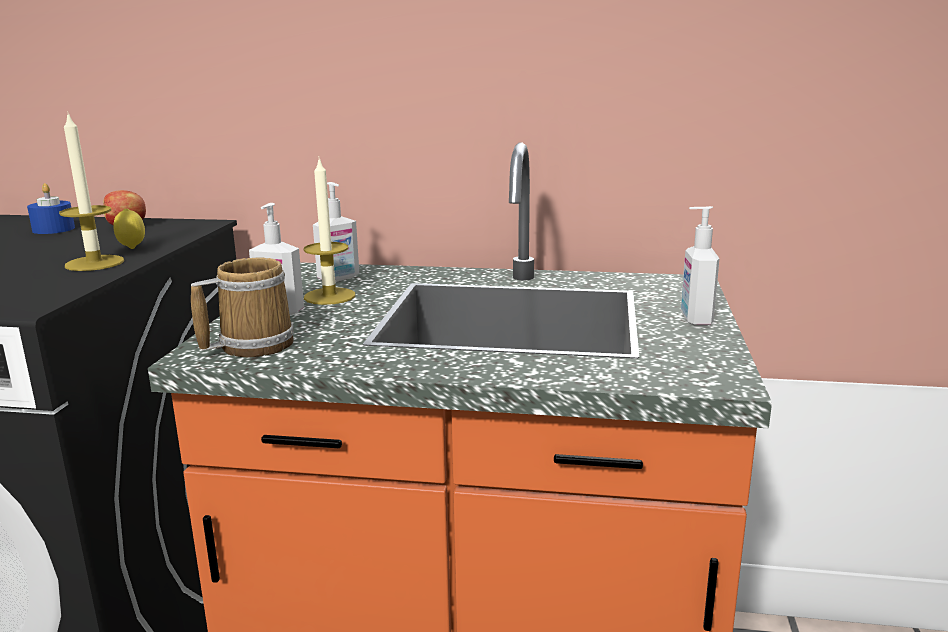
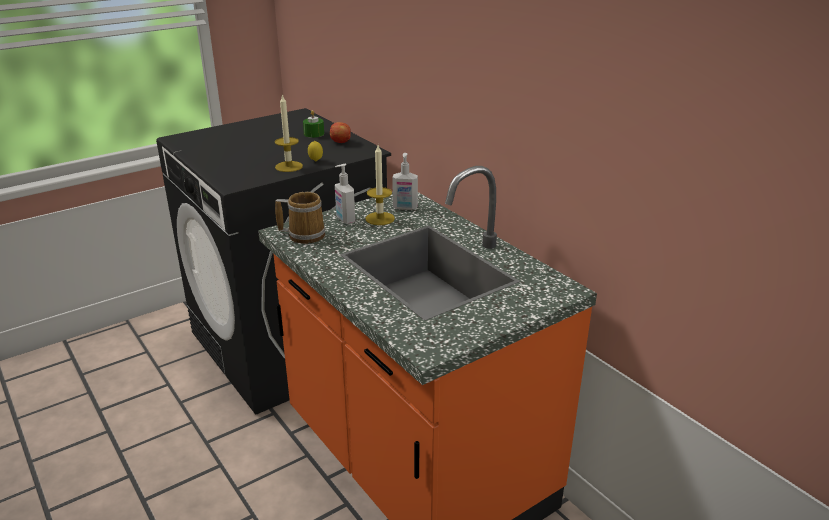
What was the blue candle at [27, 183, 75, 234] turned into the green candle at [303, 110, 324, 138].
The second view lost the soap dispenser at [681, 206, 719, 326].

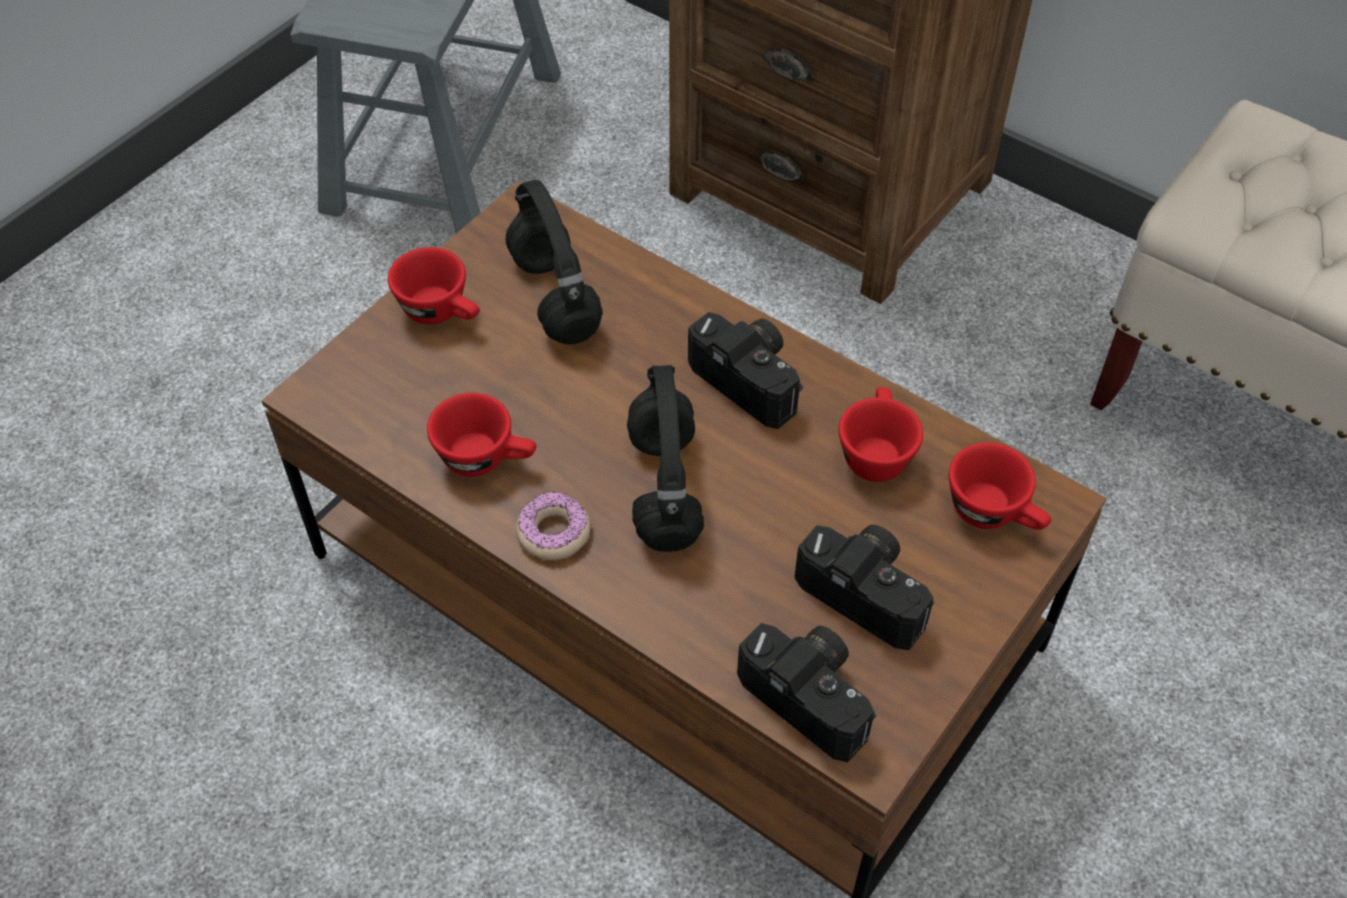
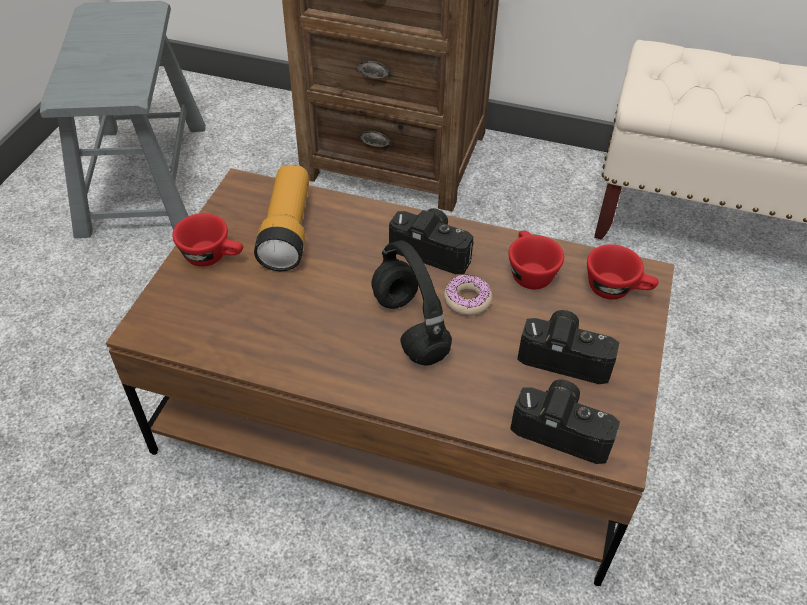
The second view lost the red cup at [427, 393, 536, 477].
Where the black headphones stood at [506, 179, 603, 344], the flashlight came to stand at [254, 165, 309, 271].
The donut ended up elsewhere, having gone from [516, 492, 591, 560] to [444, 274, 492, 316].

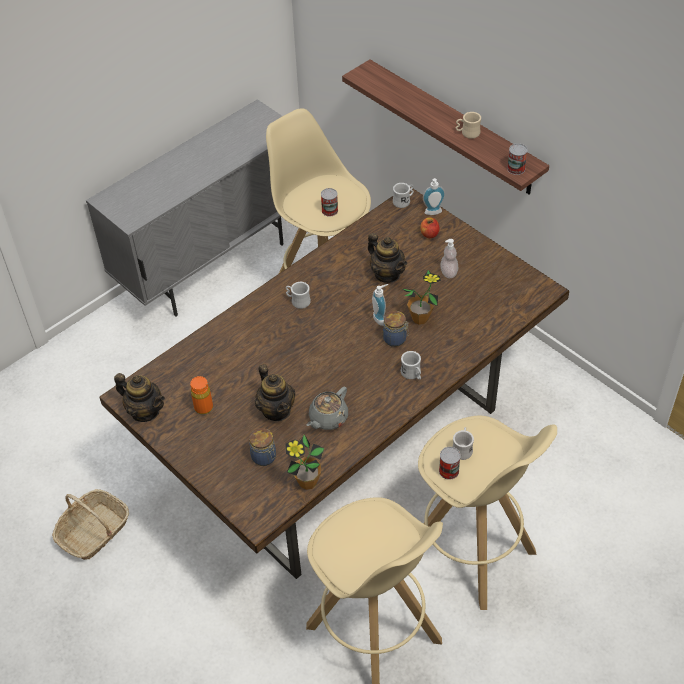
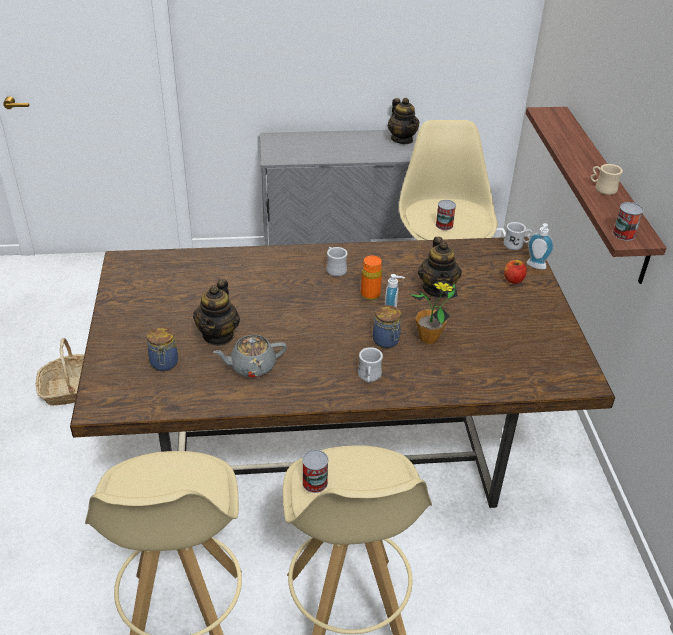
The teapot ended up elsewhere, having gone from [114, 373, 165, 422] to [388, 98, 420, 144].
The orange bottle ended up elsewhere, having gone from [190, 376, 213, 415] to [361, 255, 382, 300].
The second view lost the potted plant at [285, 434, 324, 490].
The second view lost the soap dispenser at [440, 239, 458, 278].
The second view lost the white mug at [453, 427, 474, 460].

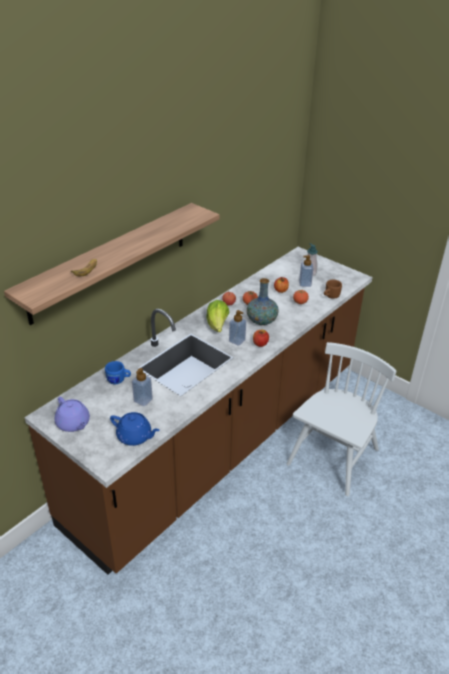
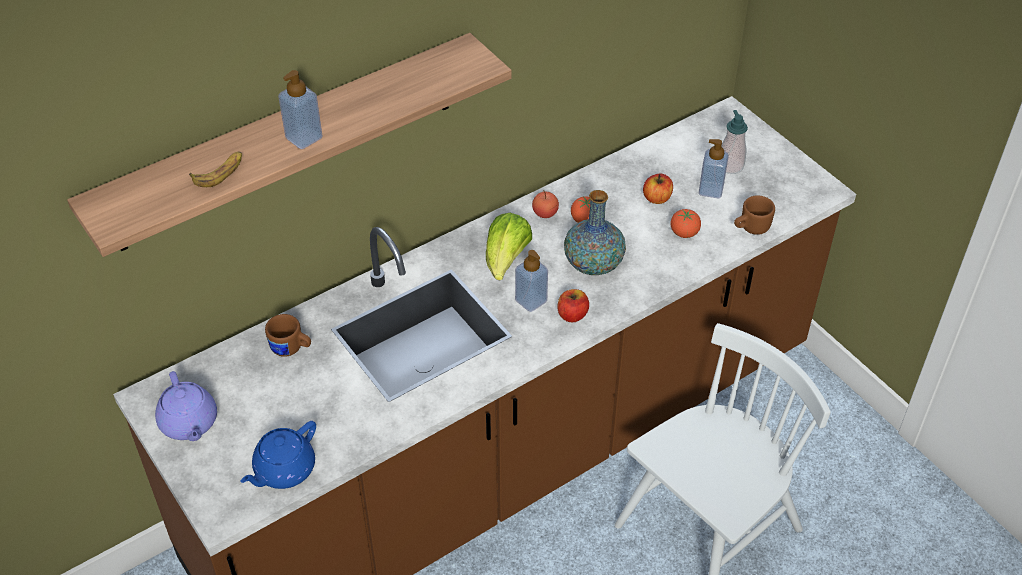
What was the blue mug at [105, 361, 131, 384] turned into the brown mug at [265, 314, 311, 357].
The blue teapot at [110, 412, 160, 446] ended up facing another way, 90 degrees clockwise from before.
The soap dispenser ended up elsewhere, having gone from [132, 368, 153, 406] to [278, 70, 323, 149].

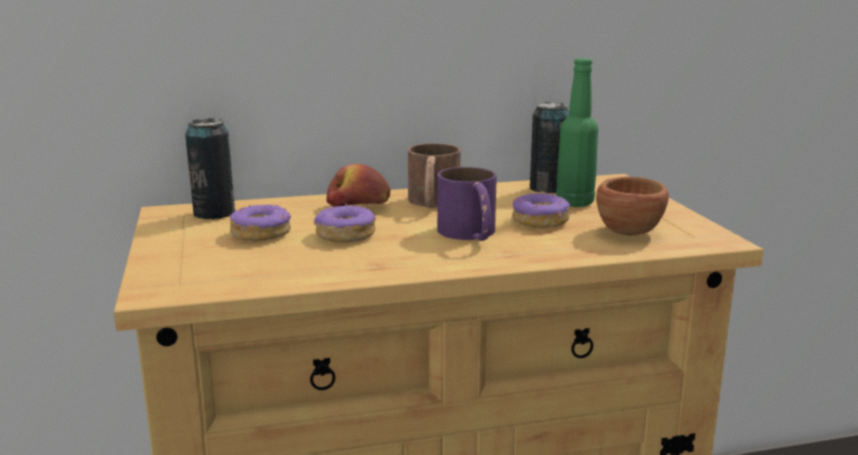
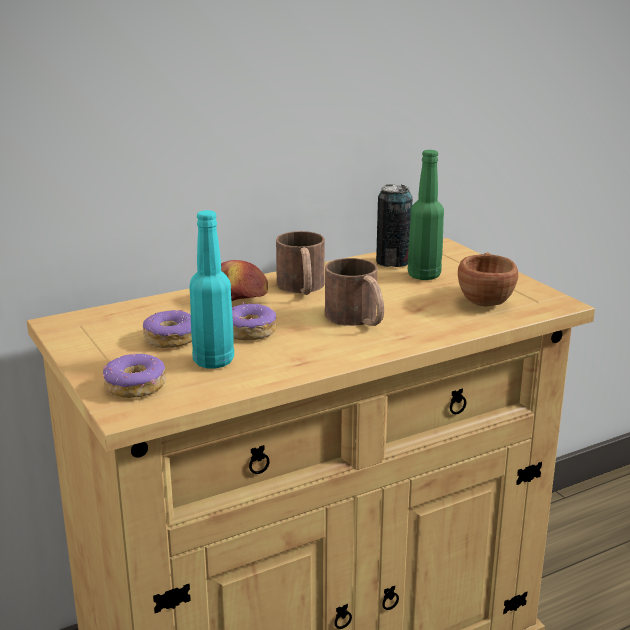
The second view lost the can at [185, 118, 236, 219].
What was the purple mug at [437, 167, 497, 241] turned into the brown mug at [325, 258, 384, 326].
The donut ended up elsewhere, having gone from [512, 193, 570, 228] to [103, 354, 166, 398].
The second view gained the turquoise bottle at [189, 210, 234, 369].

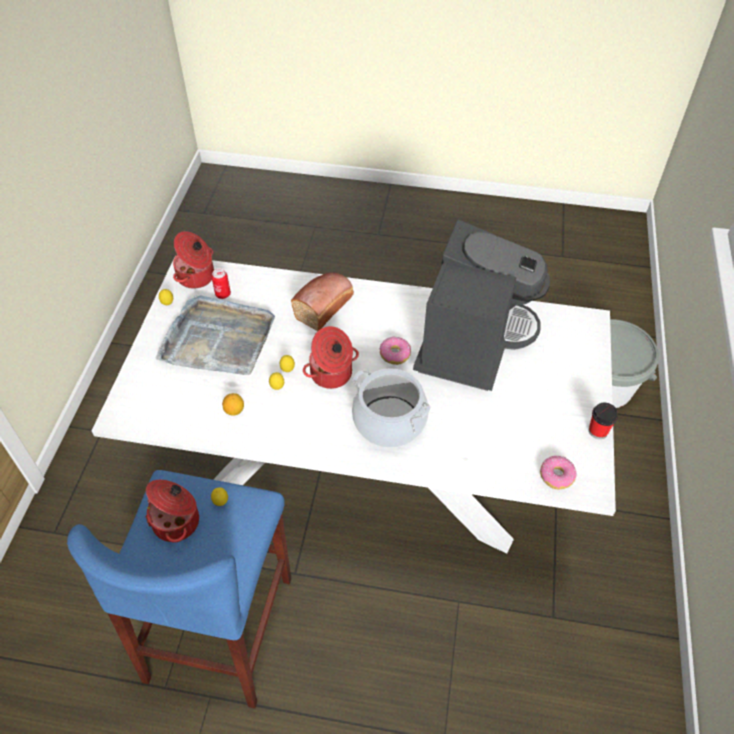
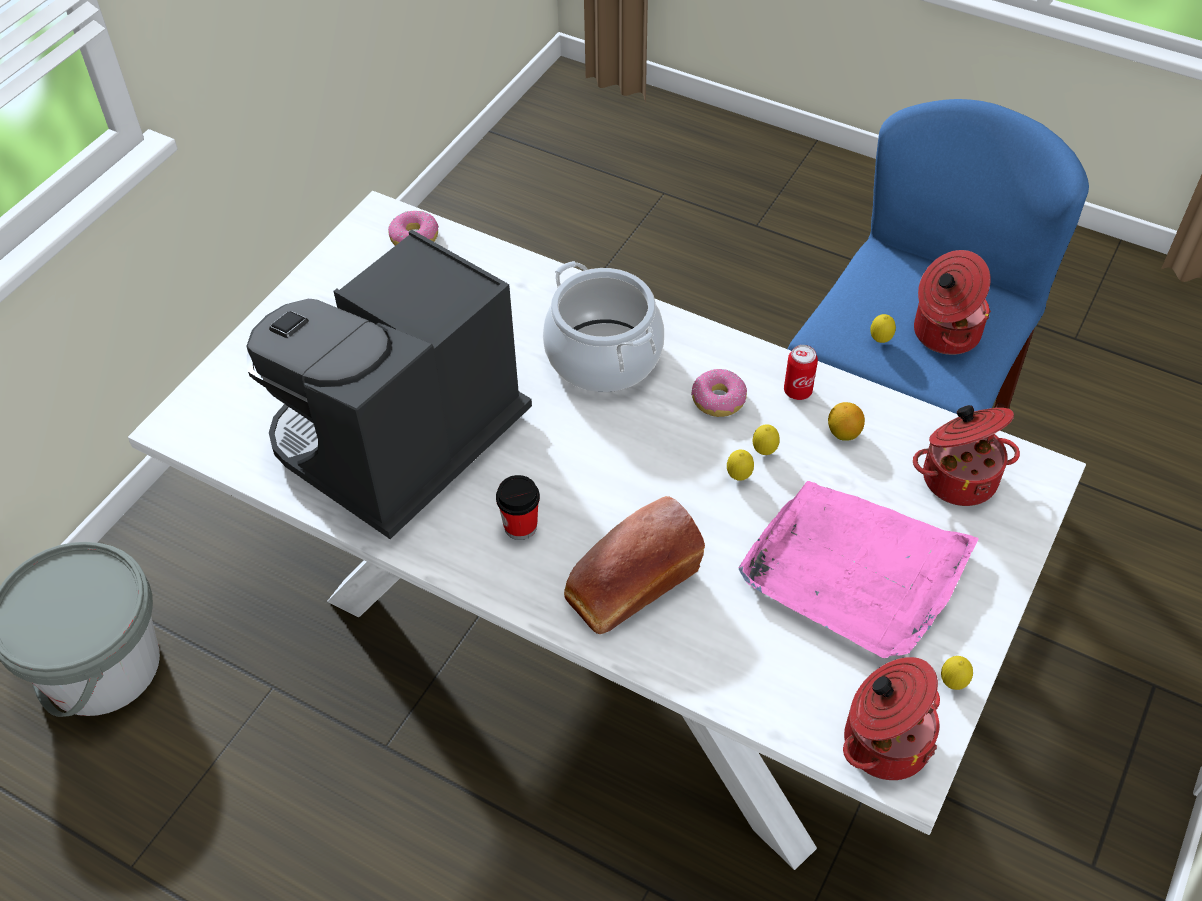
What was the grey tray at [156, 295, 275, 375] turned into the pink tray at [739, 481, 978, 658].
The can ended up elsewhere, having gone from [211, 269, 231, 299] to [784, 345, 818, 400].
The cooking pot ended up elsewhere, having gone from [303, 326, 359, 389] to [913, 405, 1020, 506].
The donut ended up elsewhere, having gone from [380, 336, 411, 365] to [691, 369, 747, 417].
The cup ended up elsewhere, having gone from [589, 403, 618, 439] to [496, 475, 540, 540].

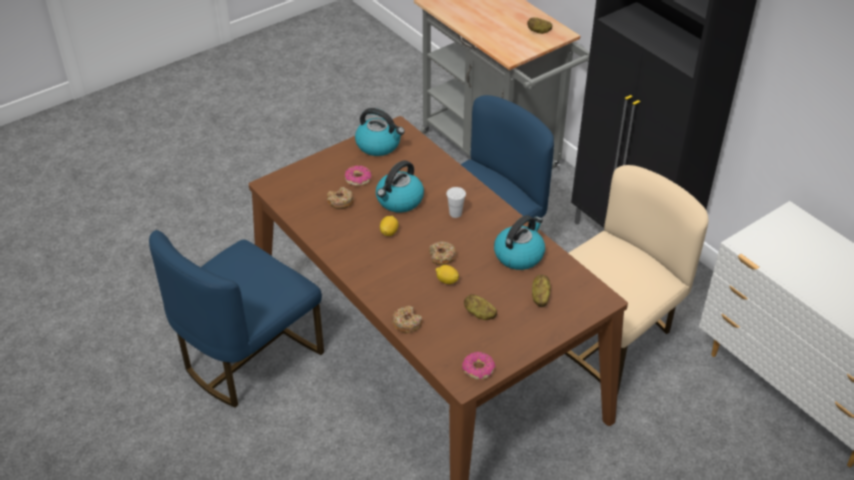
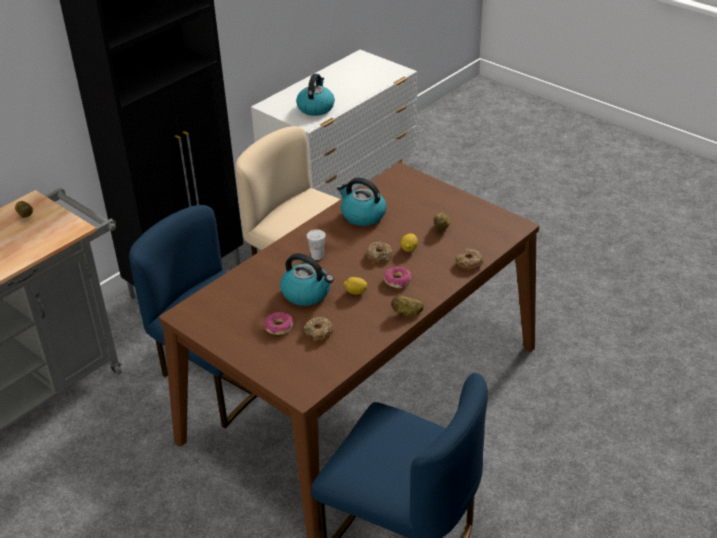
The kettle ended up elsewhere, having gone from [355, 108, 405, 156] to [296, 74, 335, 116].
The donut ended up elsewhere, having gone from [462, 352, 495, 380] to [384, 266, 412, 288].
The potato ended up elsewhere, having gone from [532, 275, 551, 307] to [391, 296, 423, 316].

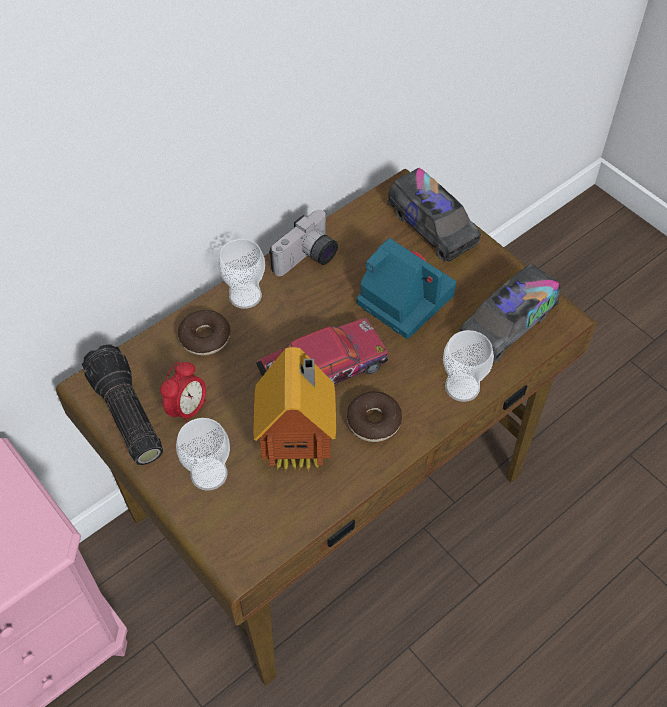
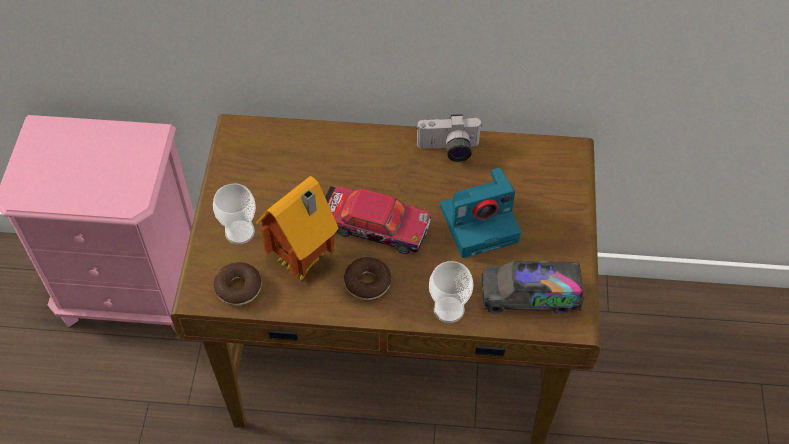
The second view lost the flashlight at [82, 344, 163, 465].
The second view lost the alarm clock at [160, 362, 207, 423].
The donut ended up elsewhere, having gone from [178, 310, 230, 355] to [214, 262, 262, 305].
The second view lost the cup at [218, 239, 265, 309].
The photo camera at [357, 238, 456, 339] ended up facing another way, 75 degrees clockwise from before.
The second view lost the toy truck at [387, 168, 481, 262].

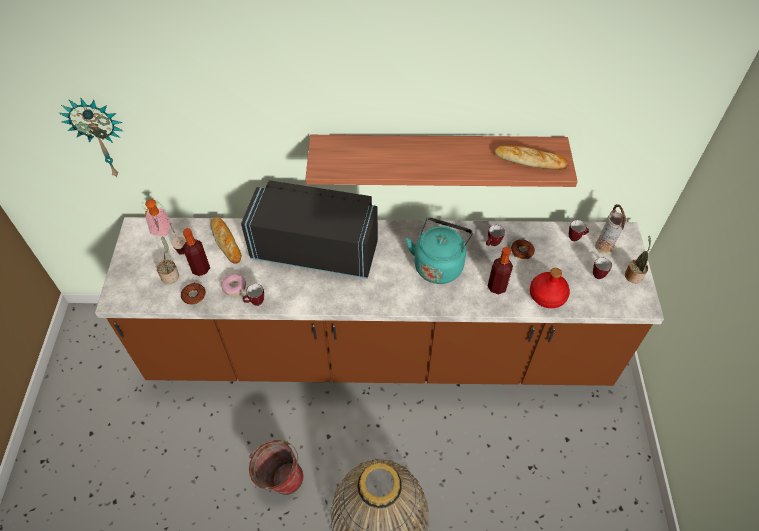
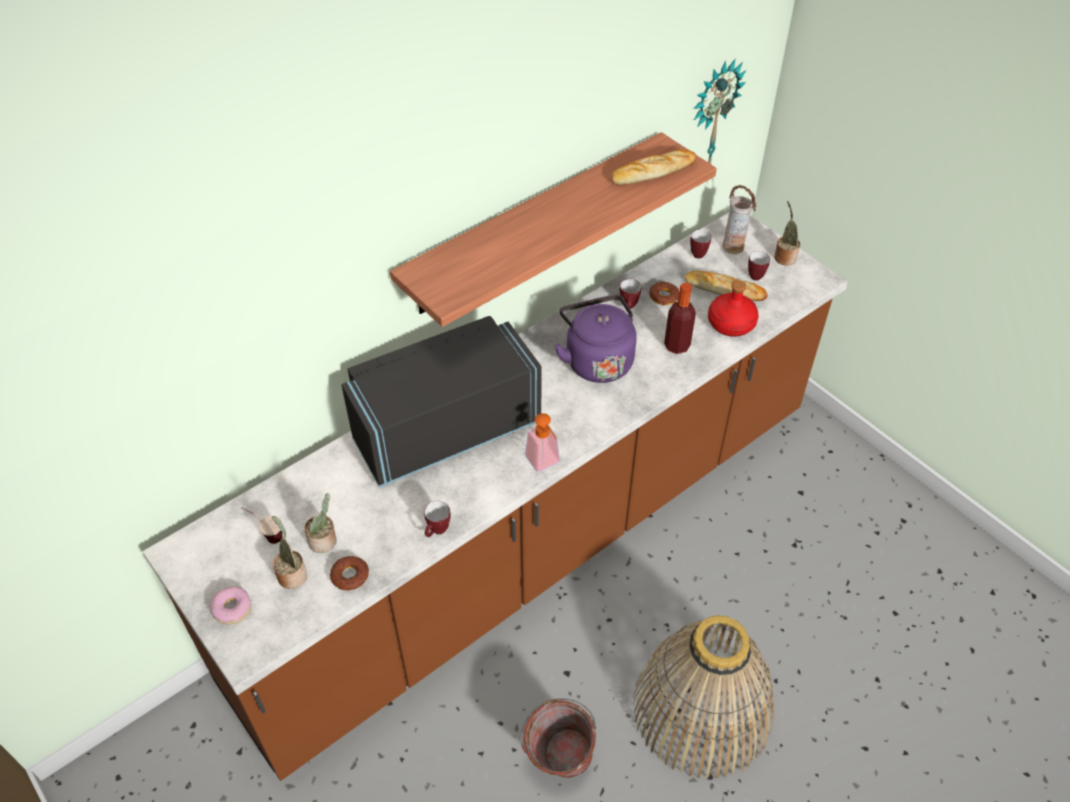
The wall clock ended up elsewhere, having gone from [59, 98, 123, 177] to [693, 58, 746, 164].
The soap dispenser ended up elsewhere, having gone from [144, 199, 172, 237] to [525, 413, 560, 472].
Where the bottle stood at [183, 228, 210, 276], the potted plant came to stand at [304, 493, 336, 553].
The bread ended up elsewhere, having gone from [211, 217, 242, 264] to [684, 271, 768, 301].
The donut ended up elsewhere, having gone from [221, 274, 246, 296] to [210, 586, 251, 624].
What was the turquoise kettle at [406, 217, 473, 284] turned into the purple kettle at [554, 294, 637, 383].

